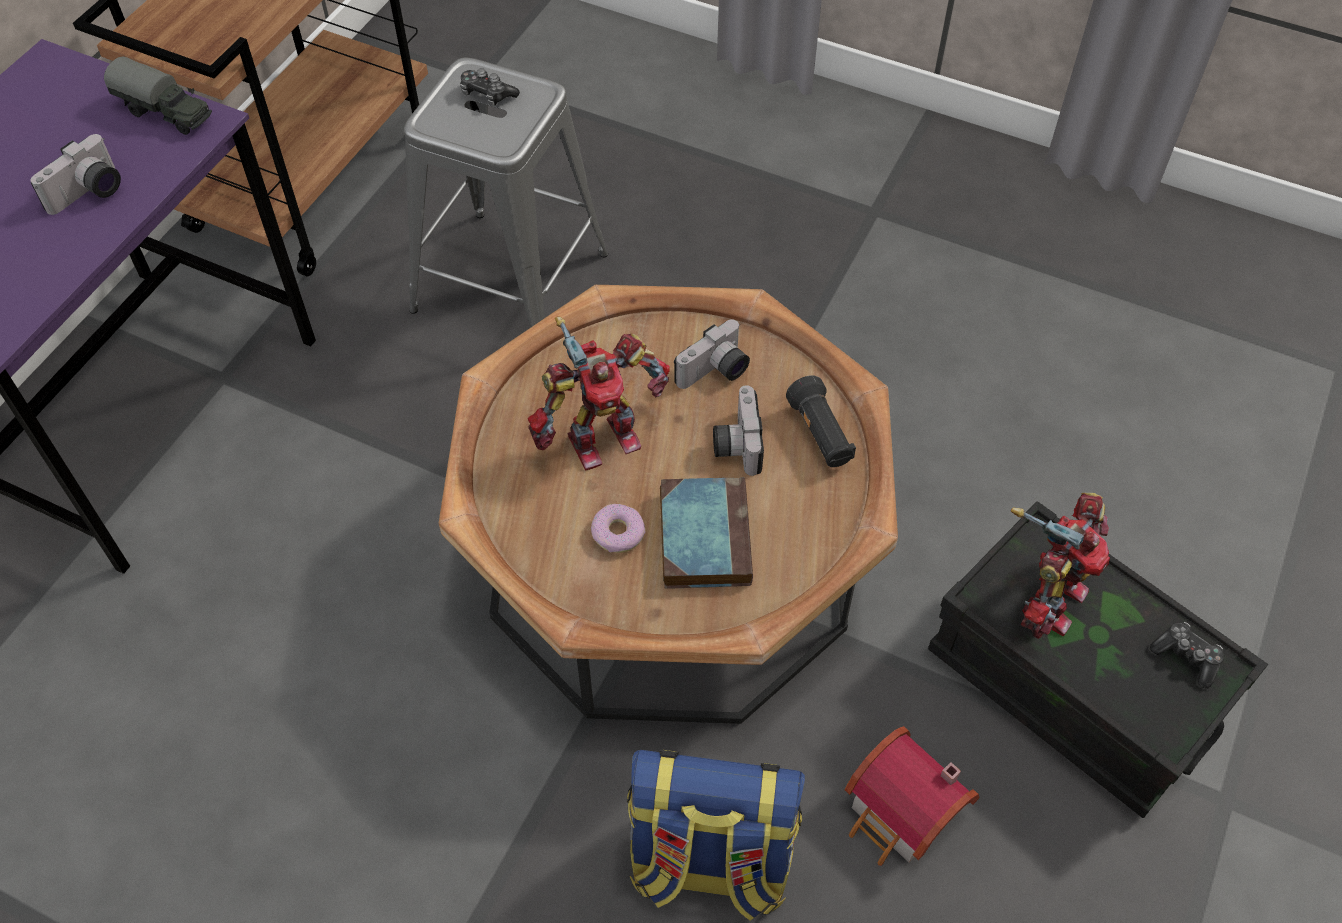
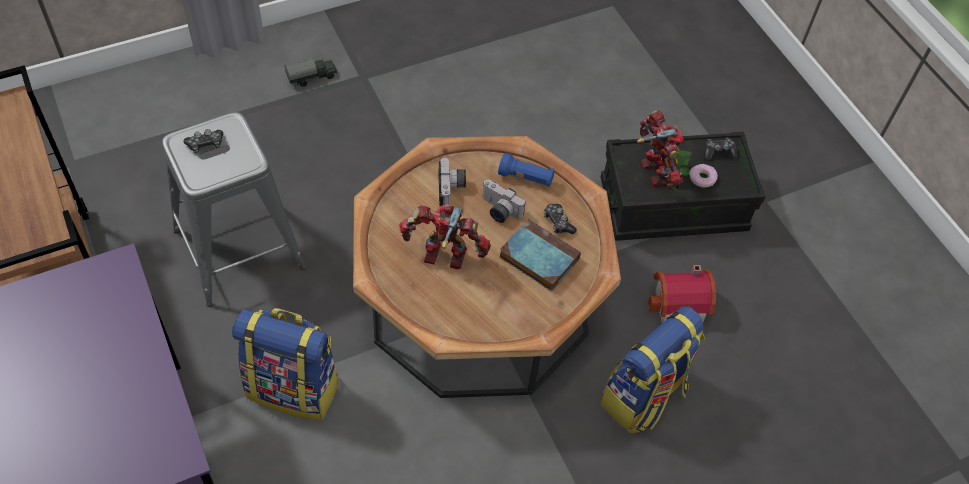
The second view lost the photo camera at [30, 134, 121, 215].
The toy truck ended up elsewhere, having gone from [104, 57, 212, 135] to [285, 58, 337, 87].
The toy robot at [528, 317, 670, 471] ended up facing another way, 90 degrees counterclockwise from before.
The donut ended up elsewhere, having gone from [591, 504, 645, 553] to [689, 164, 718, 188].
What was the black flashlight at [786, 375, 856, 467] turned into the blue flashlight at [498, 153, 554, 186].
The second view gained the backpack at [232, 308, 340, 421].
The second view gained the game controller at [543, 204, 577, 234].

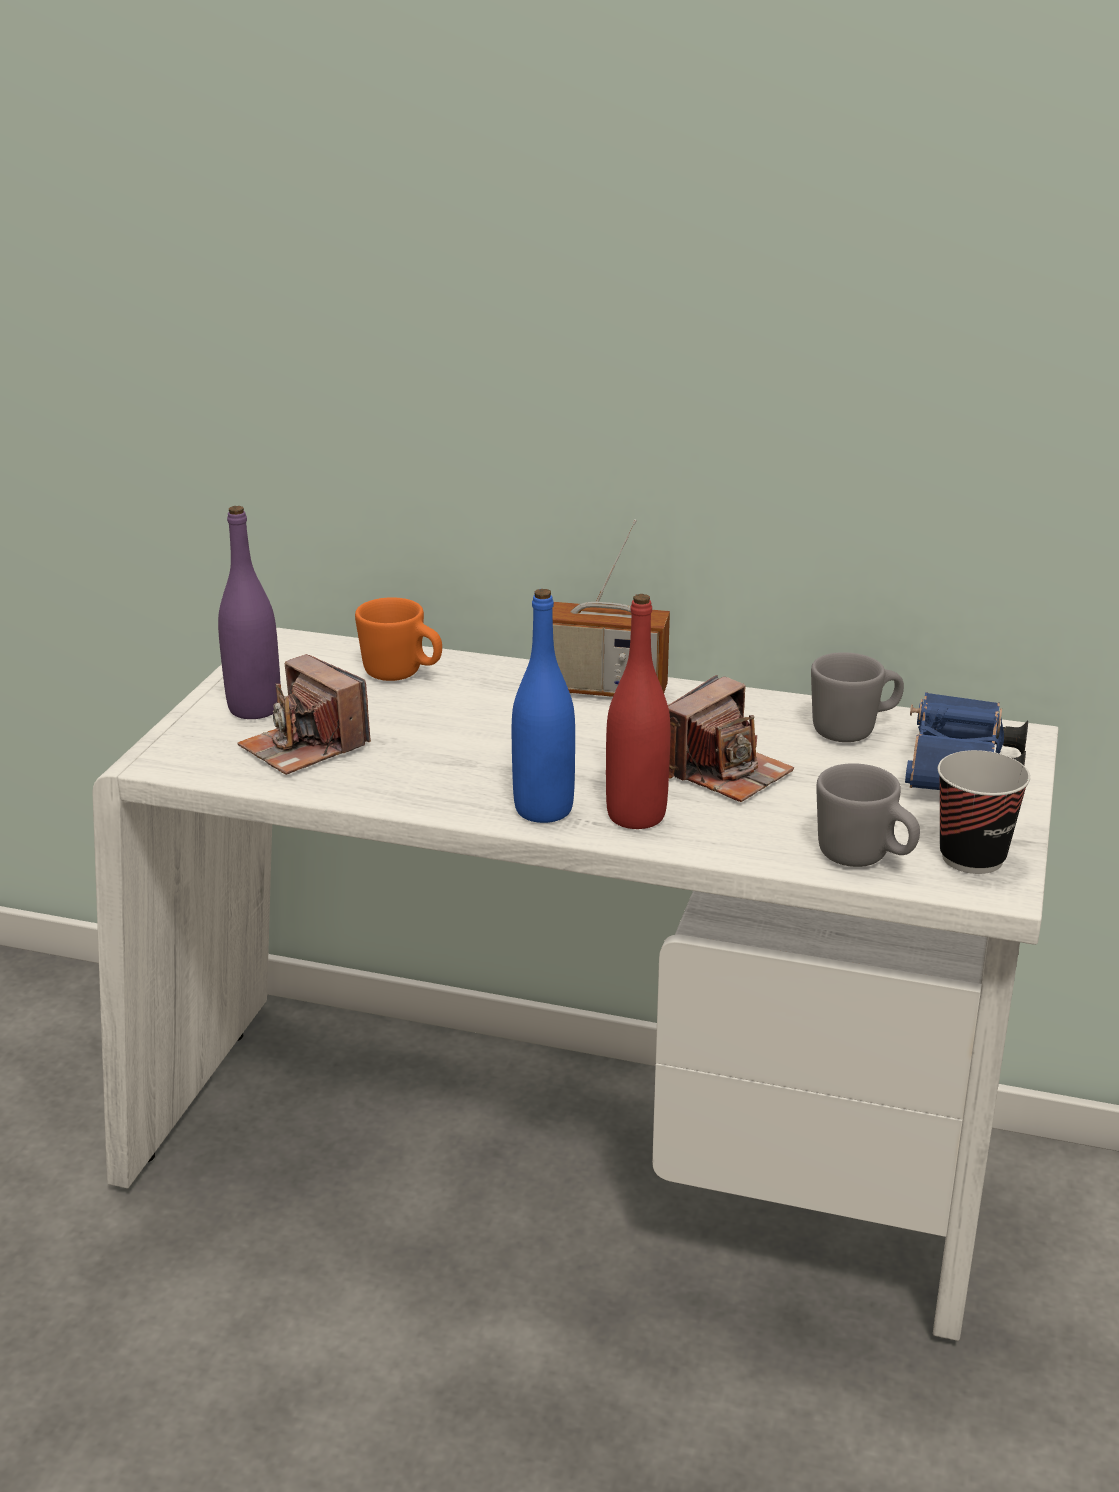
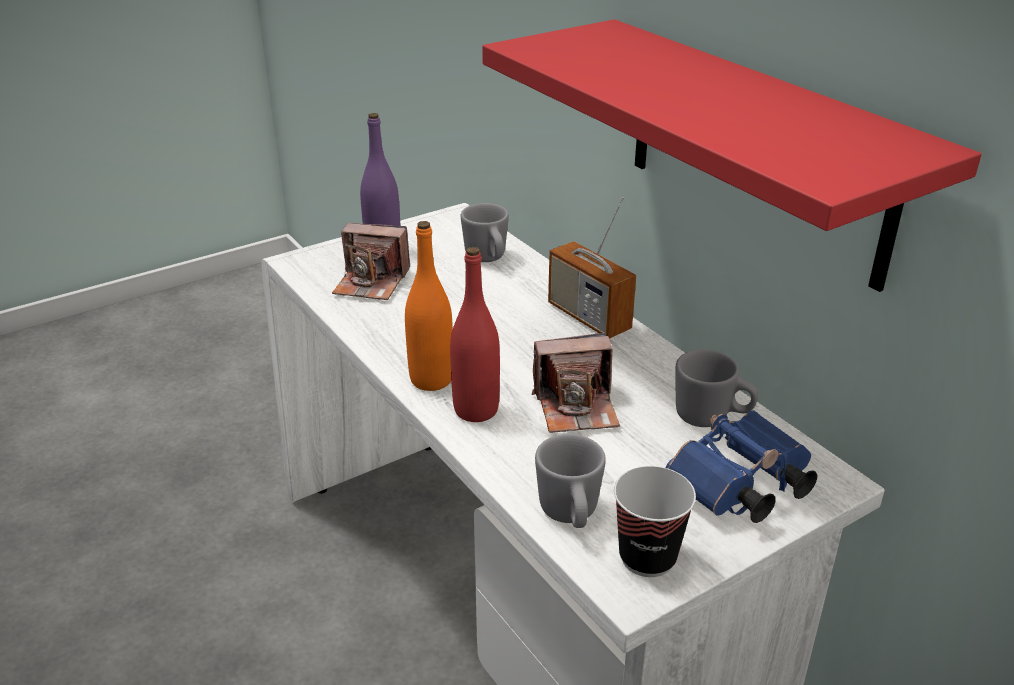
The photo camera at [238, 654, 371, 775] ended up facing another way, 75 degrees counterclockwise from before.
What was the orange mug at [355, 597, 442, 681] turned into the grey mug at [461, 203, 509, 262].
What was the blue bottle at [512, 589, 575, 823] turned into the orange bottle at [405, 221, 453, 391].
The second view gained the red shelf at [482, 19, 981, 292].

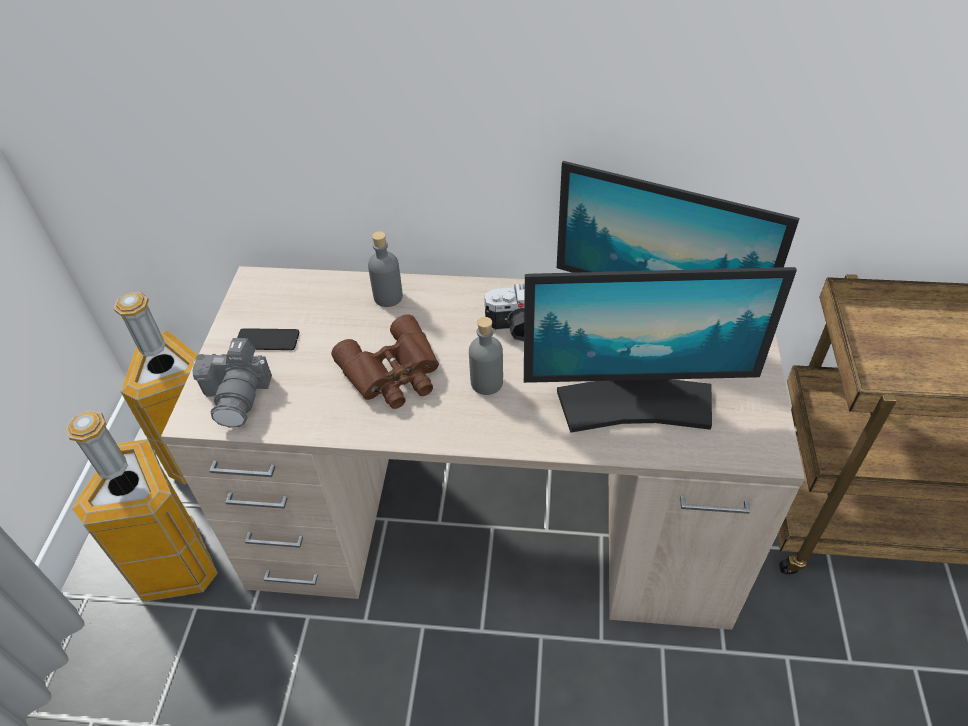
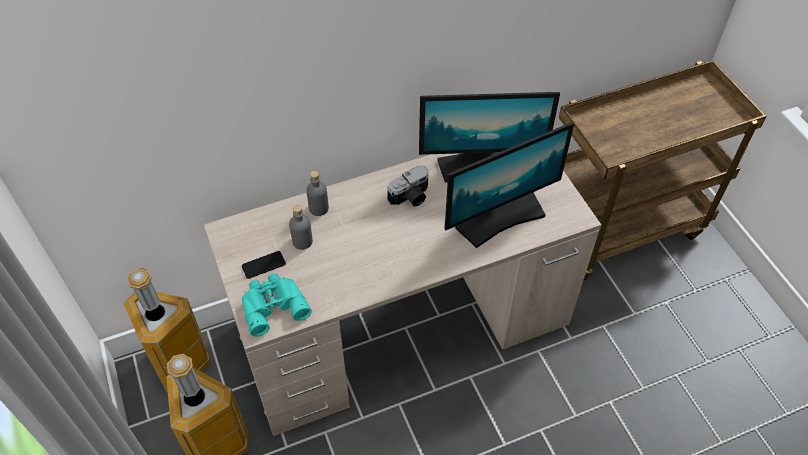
Where the photo camera stood at [192, 338, 272, 427], the turquoise binoculars came to stand at [242, 273, 312, 337].
The second view lost the brown binoculars at [331, 314, 439, 409].
The grey bottle ended up elsewhere, having gone from [469, 317, 503, 395] to [289, 205, 313, 250].

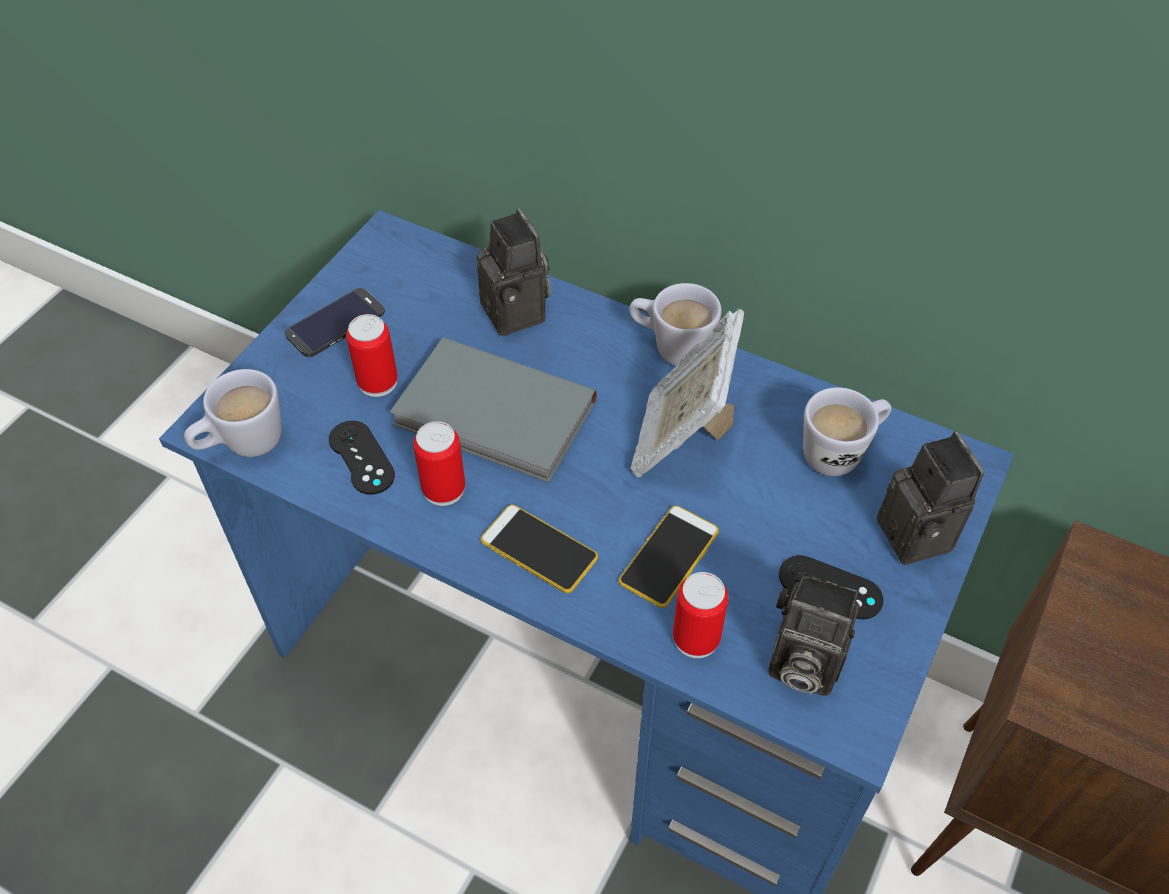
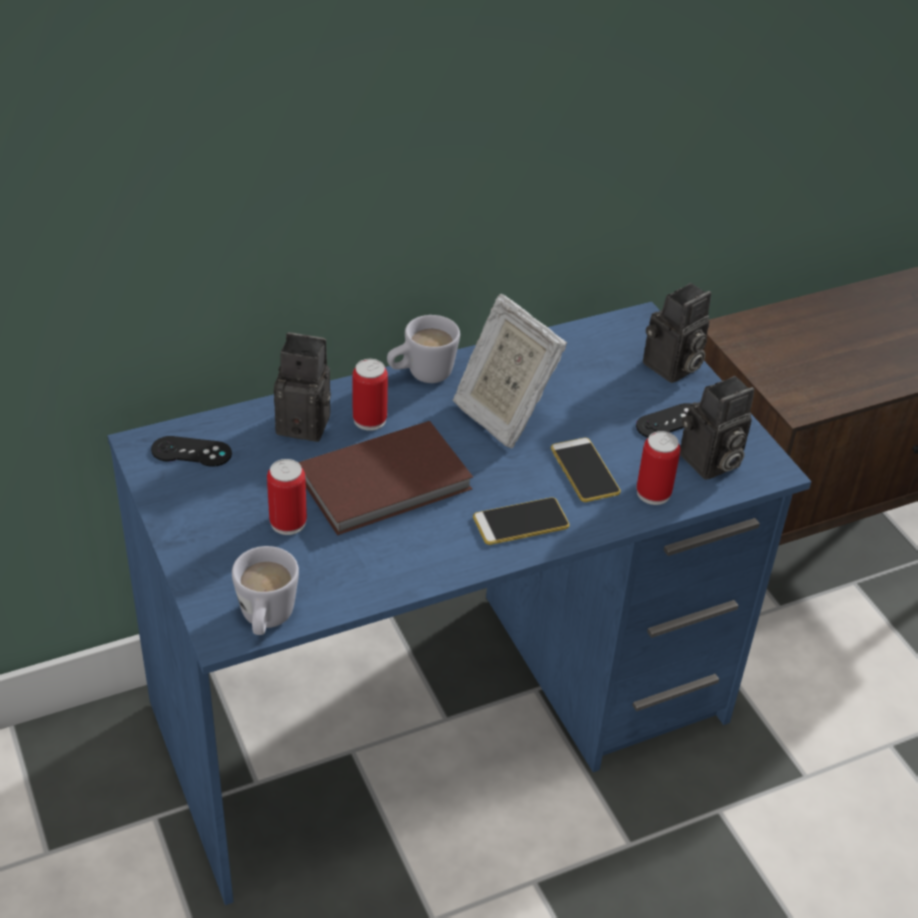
The second view lost the phone at [285, 288, 385, 357].
The black game controller ended up elsewhere, having gone from [329, 421, 395, 495] to [151, 436, 232, 467].
What was the grey book at [390, 337, 597, 483] turned into the brown book at [298, 421, 473, 535].
The can ended up elsewhere, having gone from [413, 421, 465, 506] to [352, 359, 388, 431].
The second view lost the white mug at [803, 387, 891, 476].
The photo camera at [877, 431, 984, 565] ended up facing another way, 120 degrees clockwise from before.

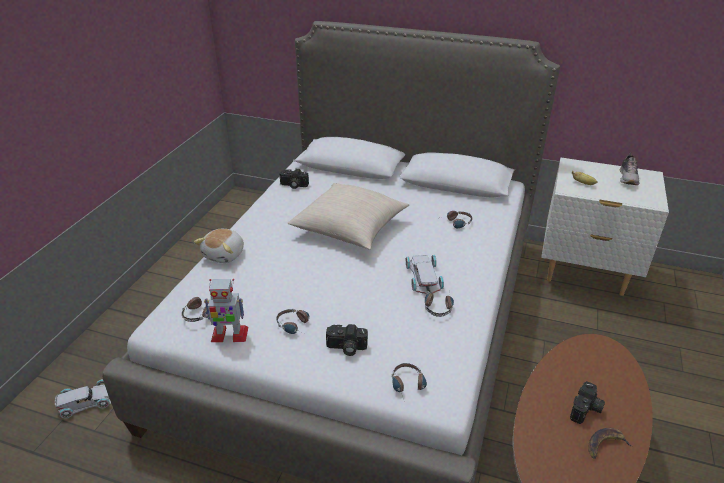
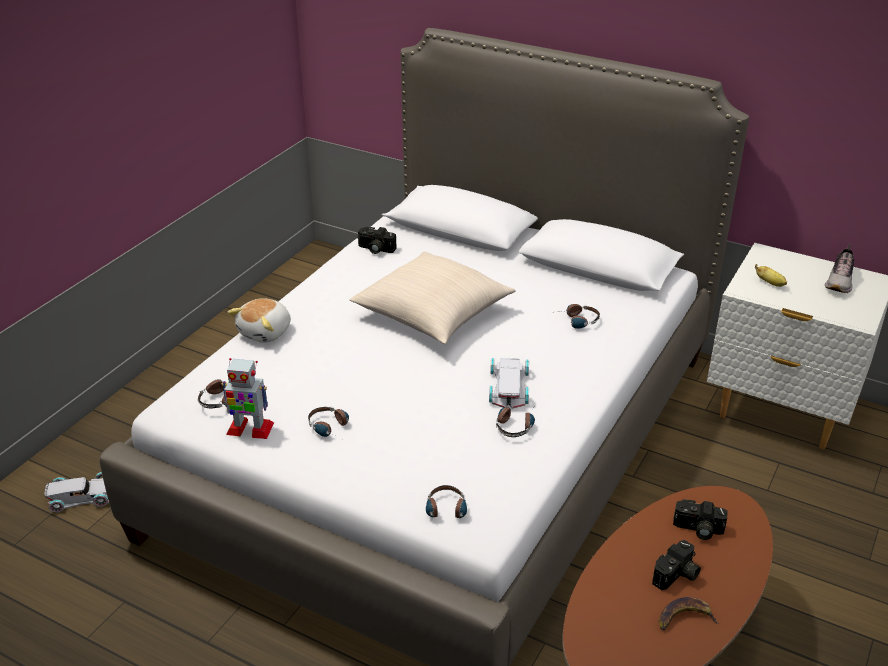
The photo camera ended up elsewhere, having gone from [326, 324, 368, 356] to [673, 499, 728, 540].

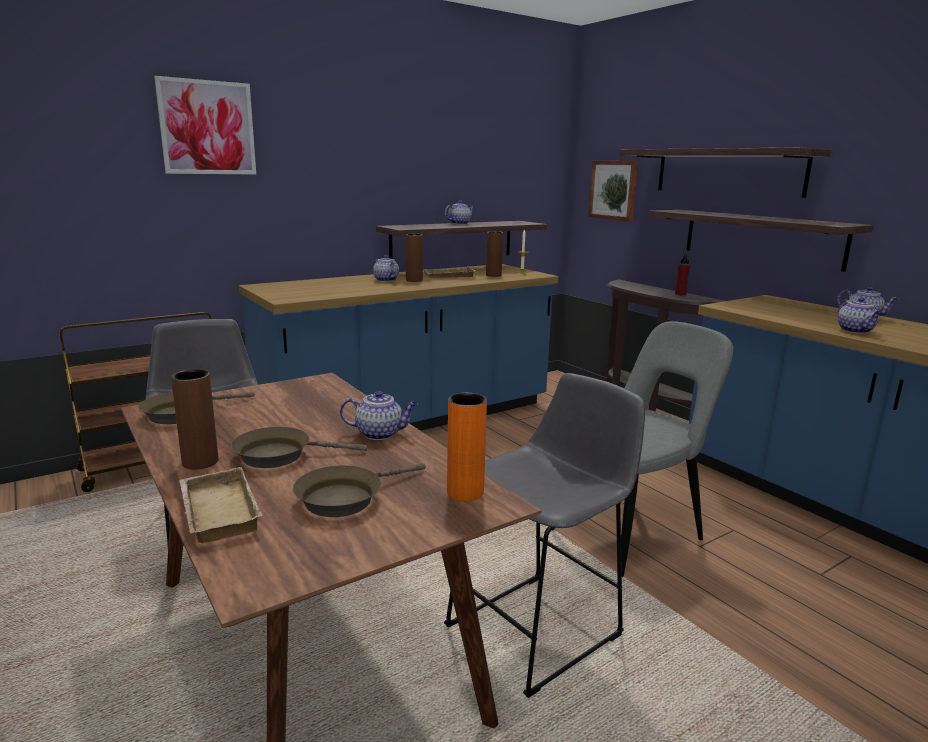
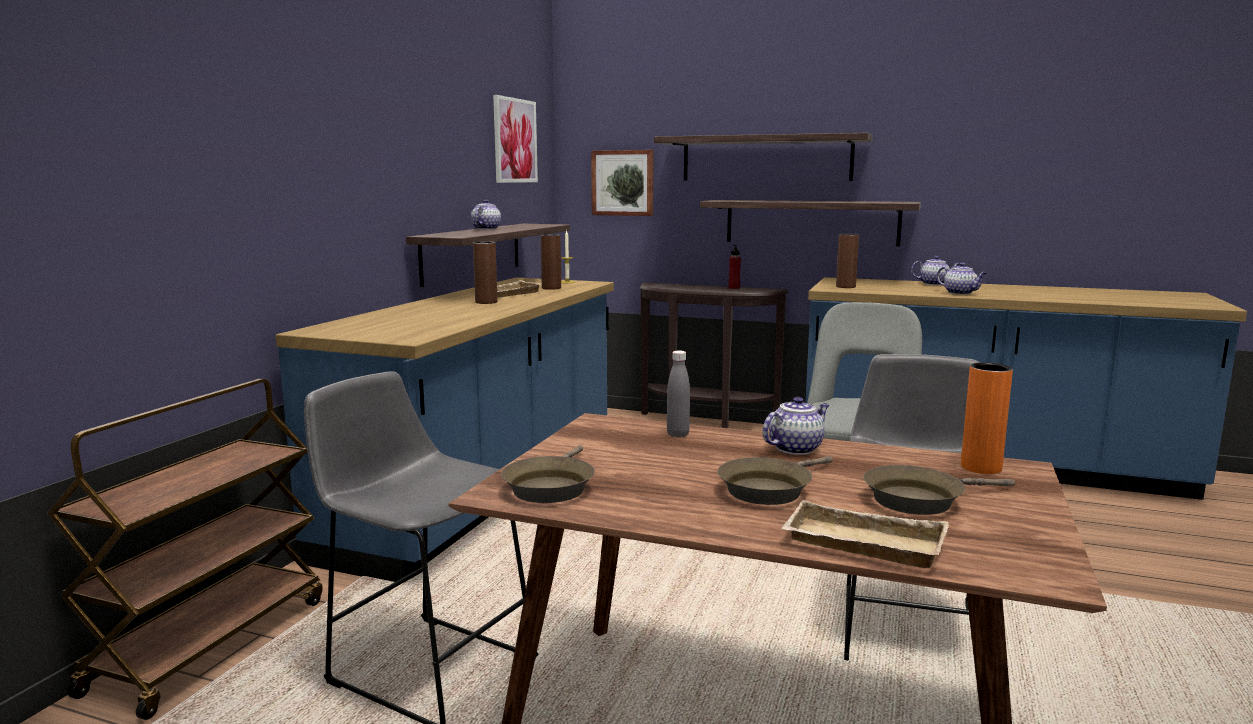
The picture ended up elsewhere, having gone from [154, 76, 256, 175] to [493, 95, 538, 183].
The brown vase ended up elsewhere, having gone from [171, 369, 218, 470] to [836, 234, 859, 288].
The brown frying pan at [293, 463, 426, 517] ended up facing another way, 60 degrees clockwise from before.
The second view lost the teapot at [373, 255, 399, 282].
The second view gained the grey bottle at [667, 350, 690, 437].

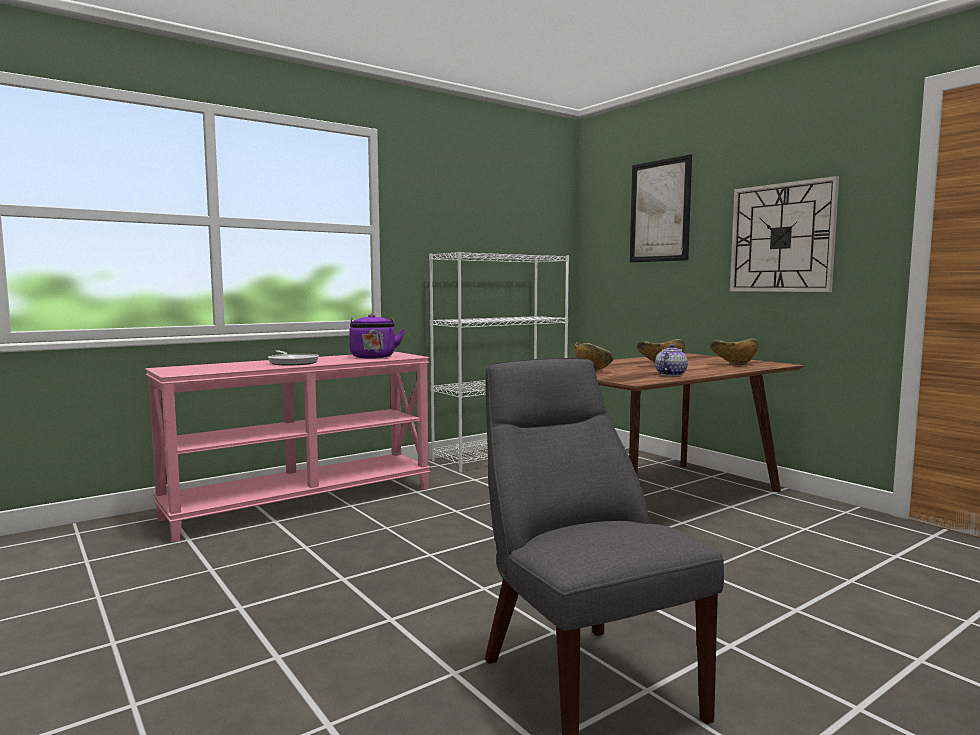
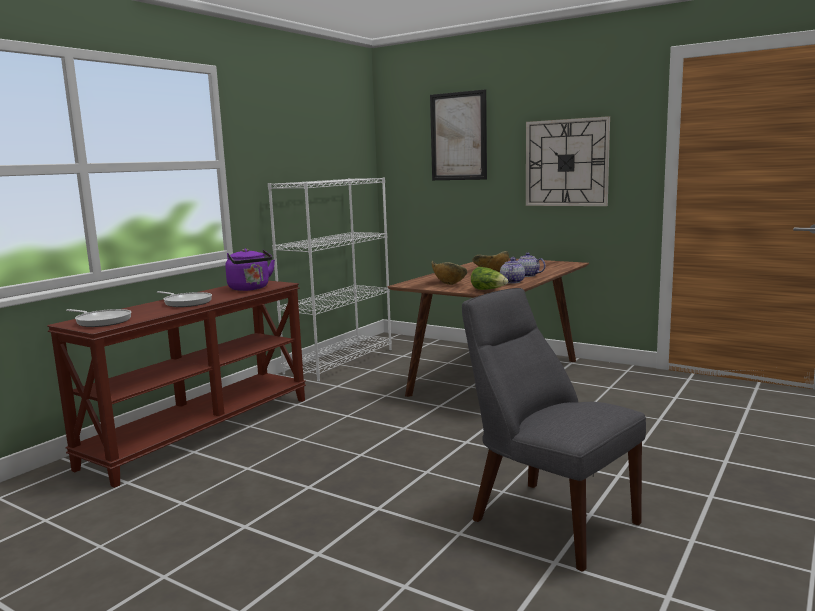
What was the pink console table at [145, 352, 431, 542] turned into the brown console table at [47, 281, 306, 488].
The second view lost the bowl at [710, 338, 759, 365].
The second view gained the frying pan at [66, 309, 131, 327].
The second view gained the lettuce at [471, 267, 508, 290].
The second view gained the teapot at [510, 253, 546, 277].

